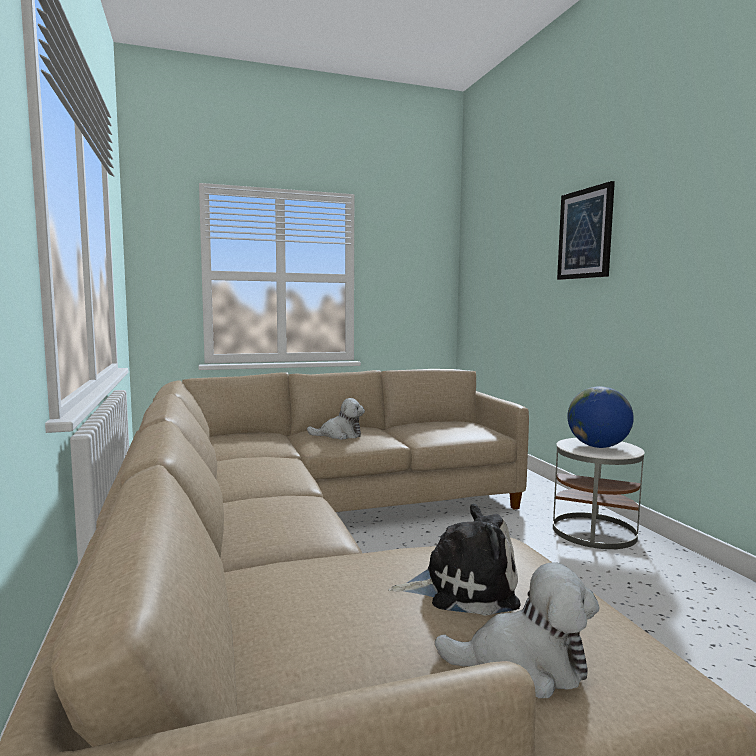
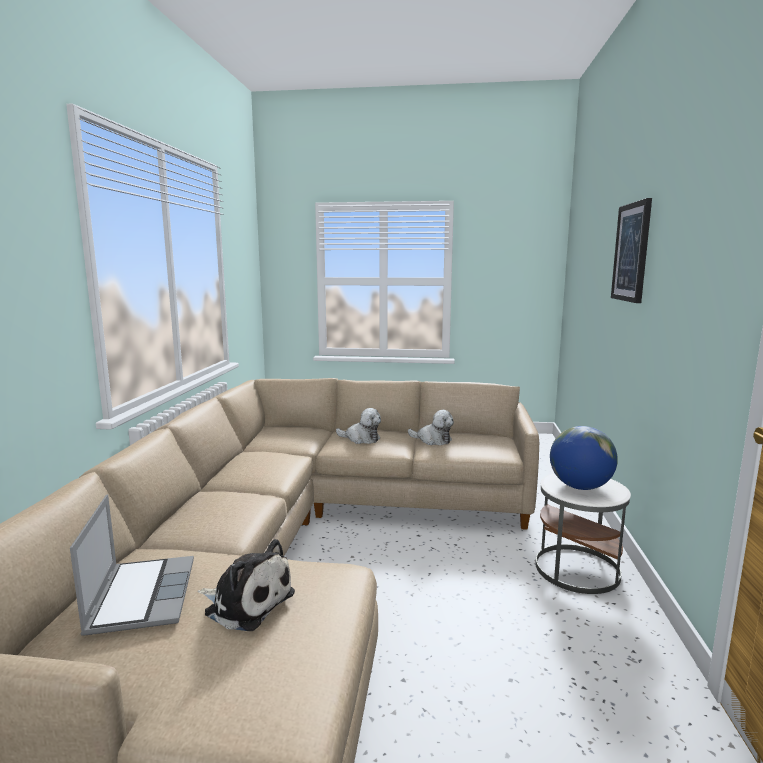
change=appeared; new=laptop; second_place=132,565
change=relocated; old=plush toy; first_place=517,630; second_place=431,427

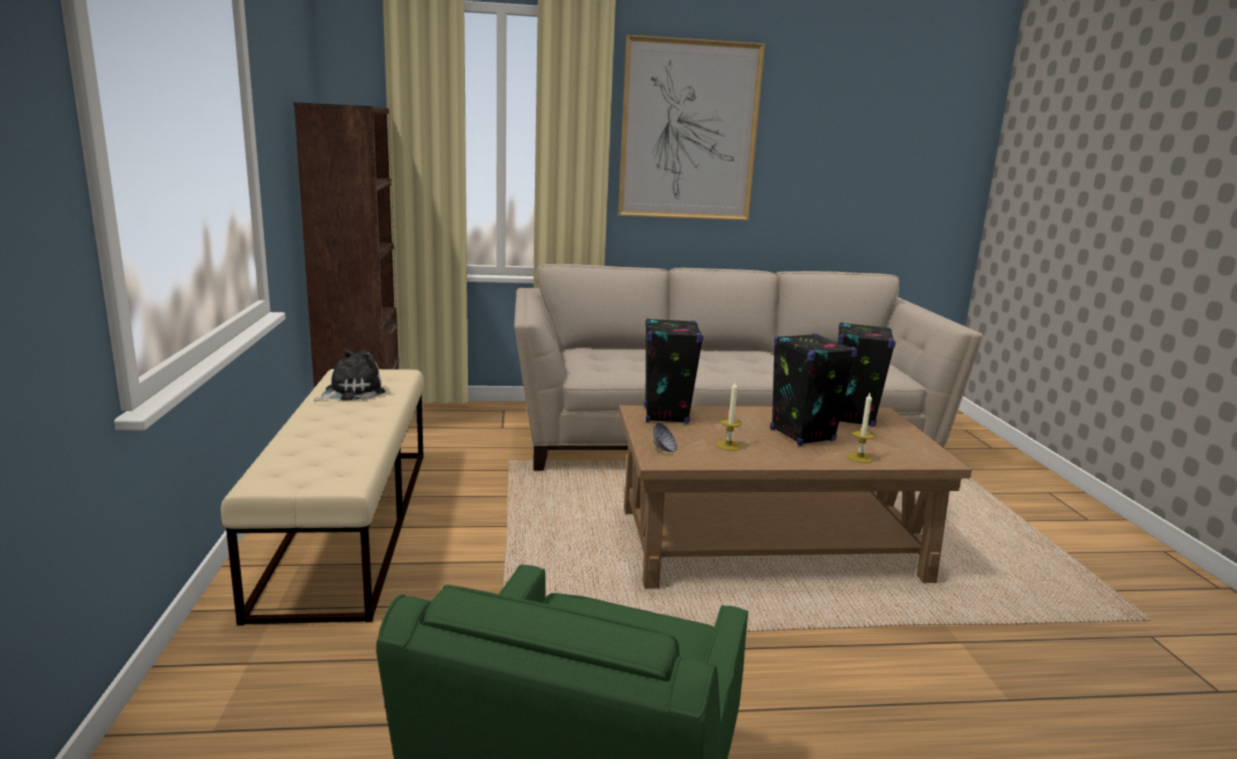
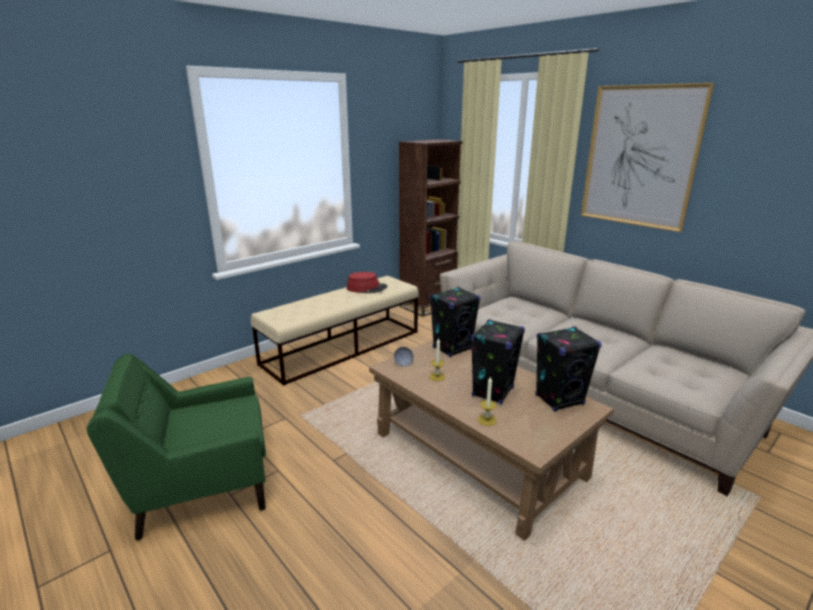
change=exchanged; old=plush toy; new=red hat; first_place=349,375; second_place=367,282

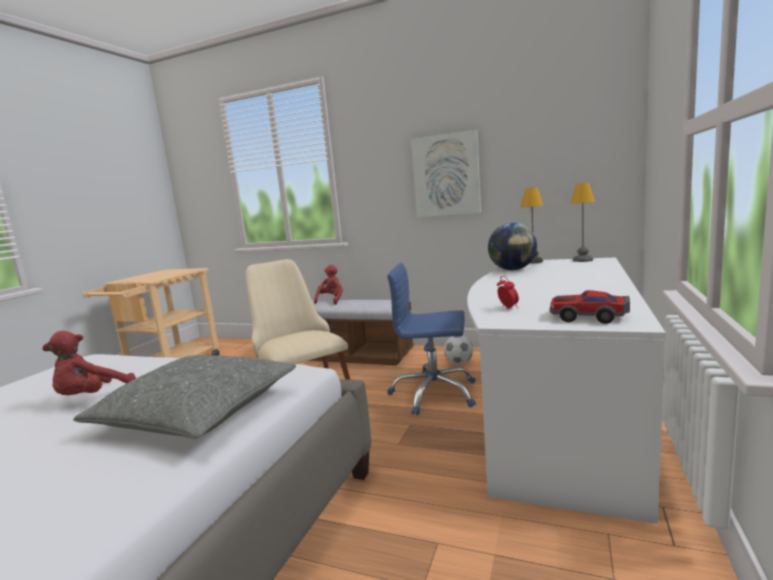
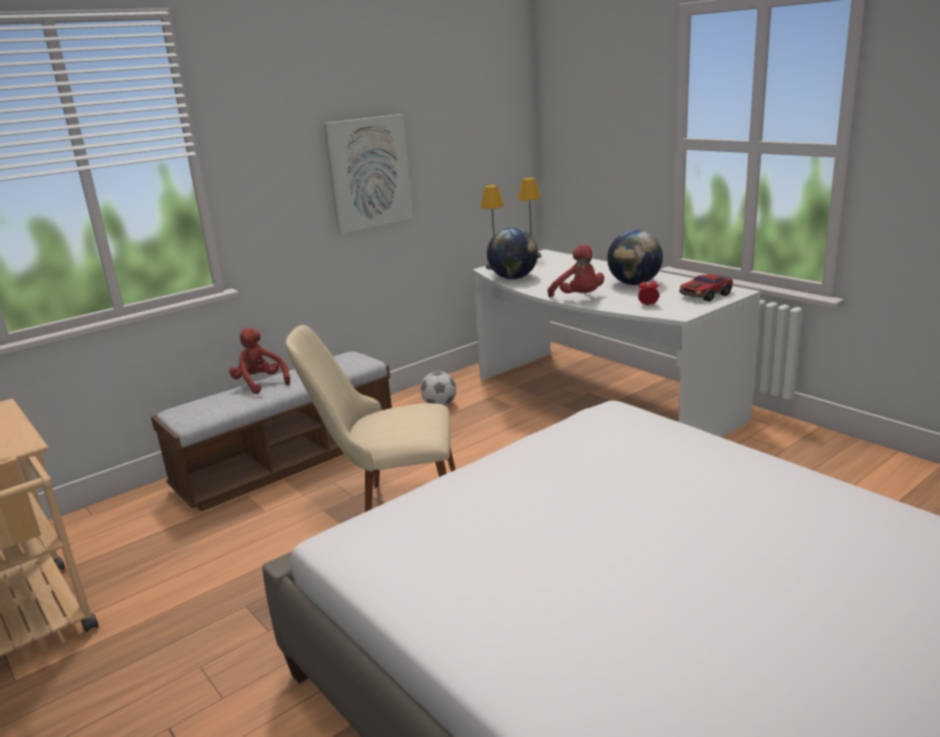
change=missing; old=grey pillow; first_place=184,397
change=missing; old=blue office chair; first_place=431,339
change=appeared; new=globe; second_place=635,257
change=relocated; old=red plush toy; first_place=89,363; second_place=576,270

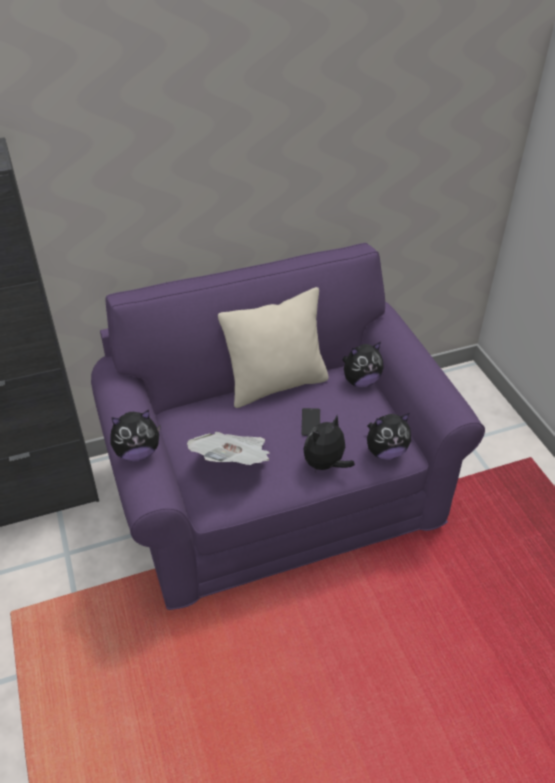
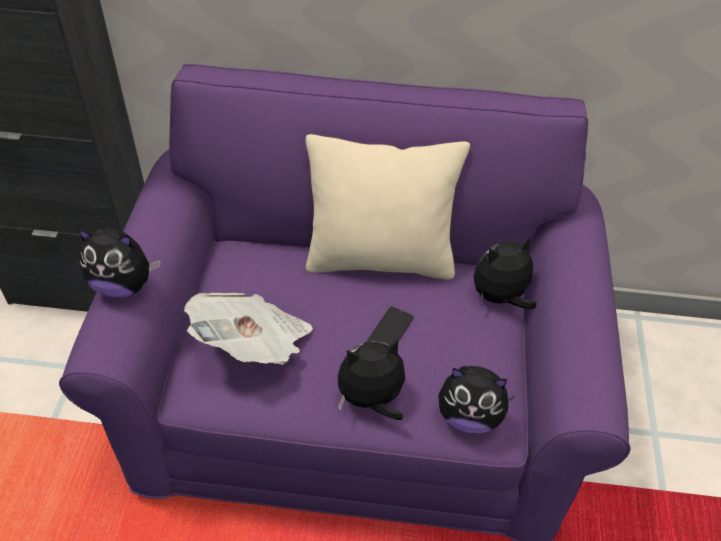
change=spun; old=plush toy; first_place=362,364; second_place=505,272; degrees=150

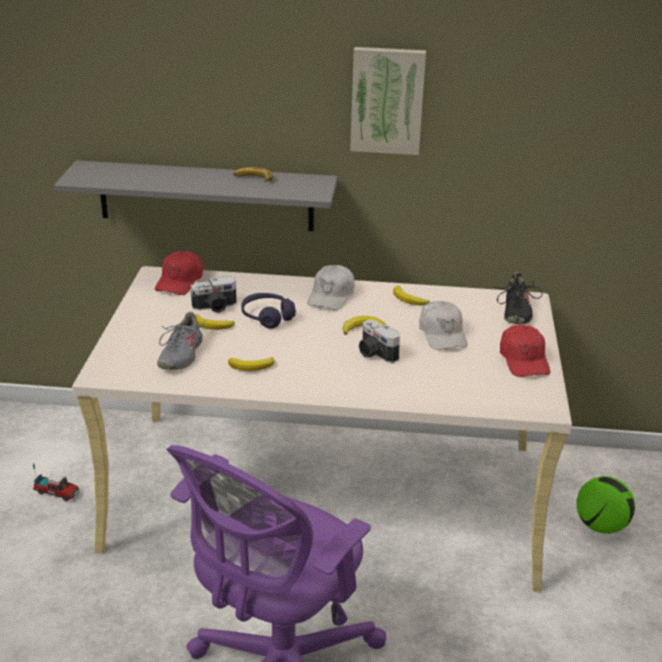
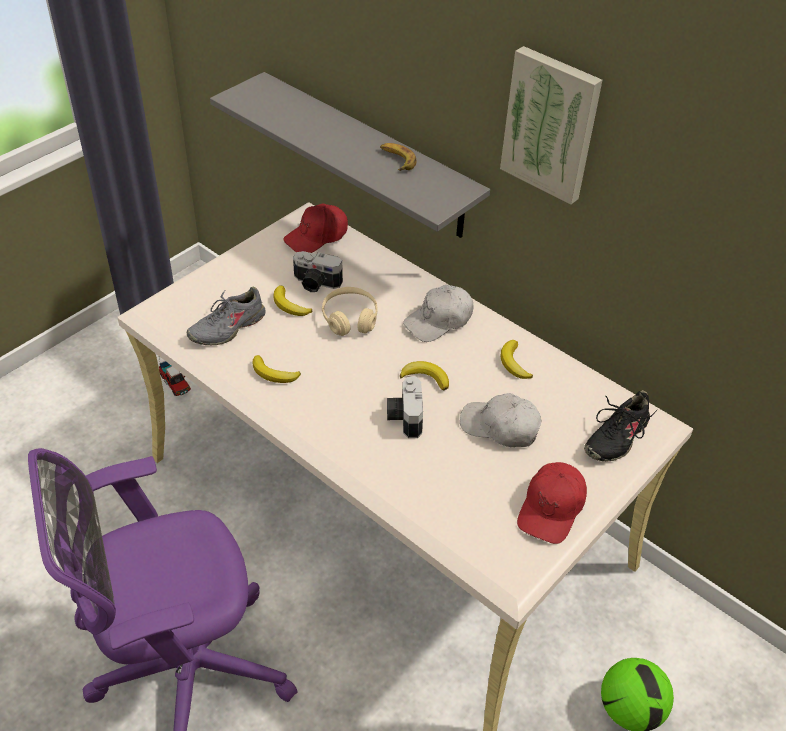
change=colour; old=purple headphones; new=beige headphones; first_place=268,311; second_place=349,311
change=spun; old=white cap; first_place=443,325; second_place=501,420; degrees=90

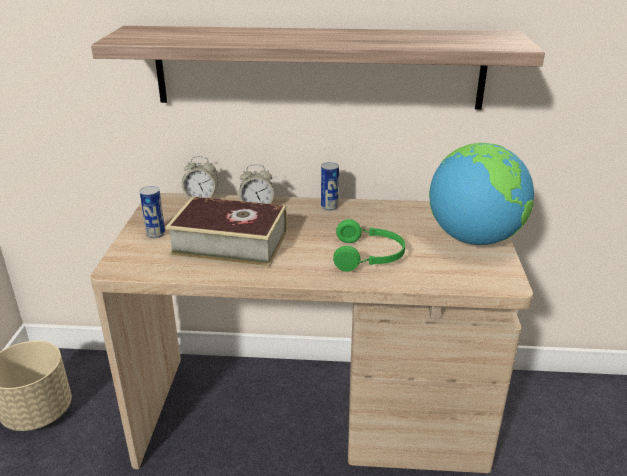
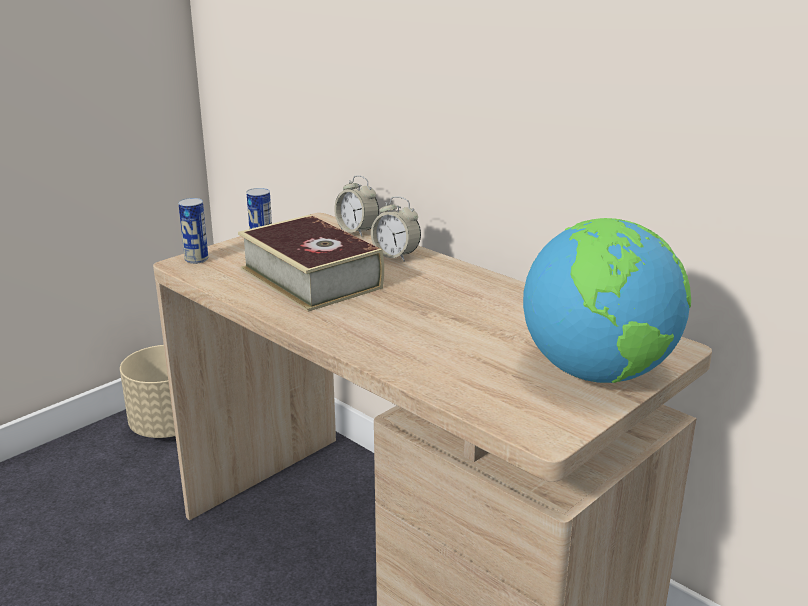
change=missing; old=shelf; first_place=318,68
change=missing; old=green headphones; first_place=369,245
change=relocated; old=can; first_place=330,186; second_place=193,231

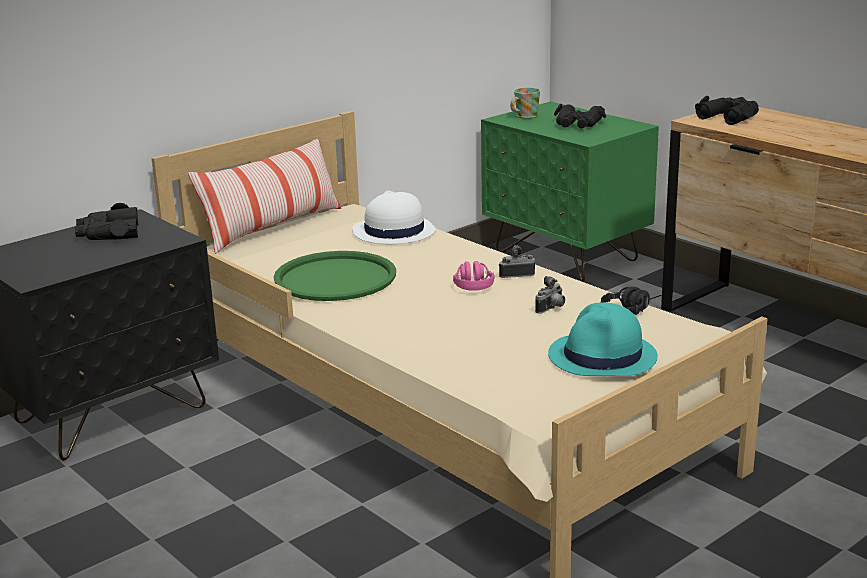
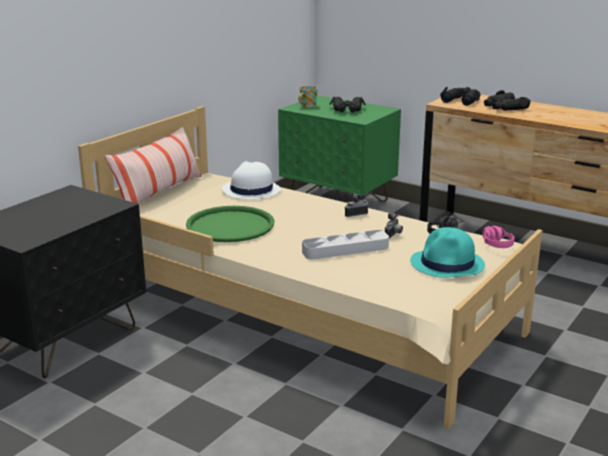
change=appeared; new=grey tray; second_place=345,245
change=relocated; old=black binoculars; first_place=106,221; second_place=507,100
change=relocated; old=pink headphones; first_place=473,276; second_place=498,237

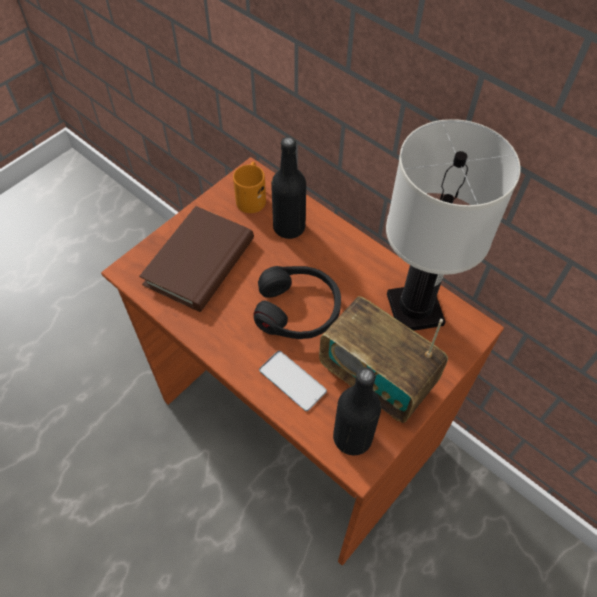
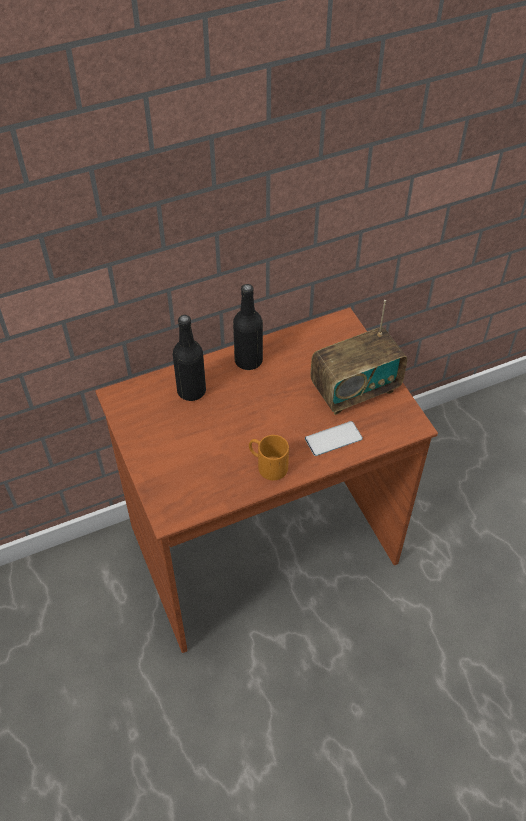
change=missing; old=brown book; first_place=196,259
change=missing; old=black headphones; first_place=297,302
change=missing; old=white table lamp; first_place=453,225
change=relocated; old=orange mug; first_place=249,187; second_place=269,457
change=relocated; old=black bottle; first_place=357,411; second_place=248,327

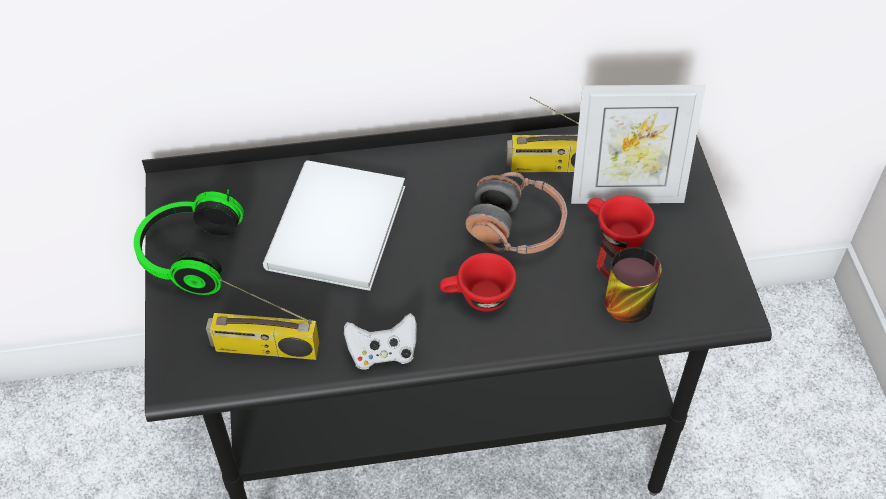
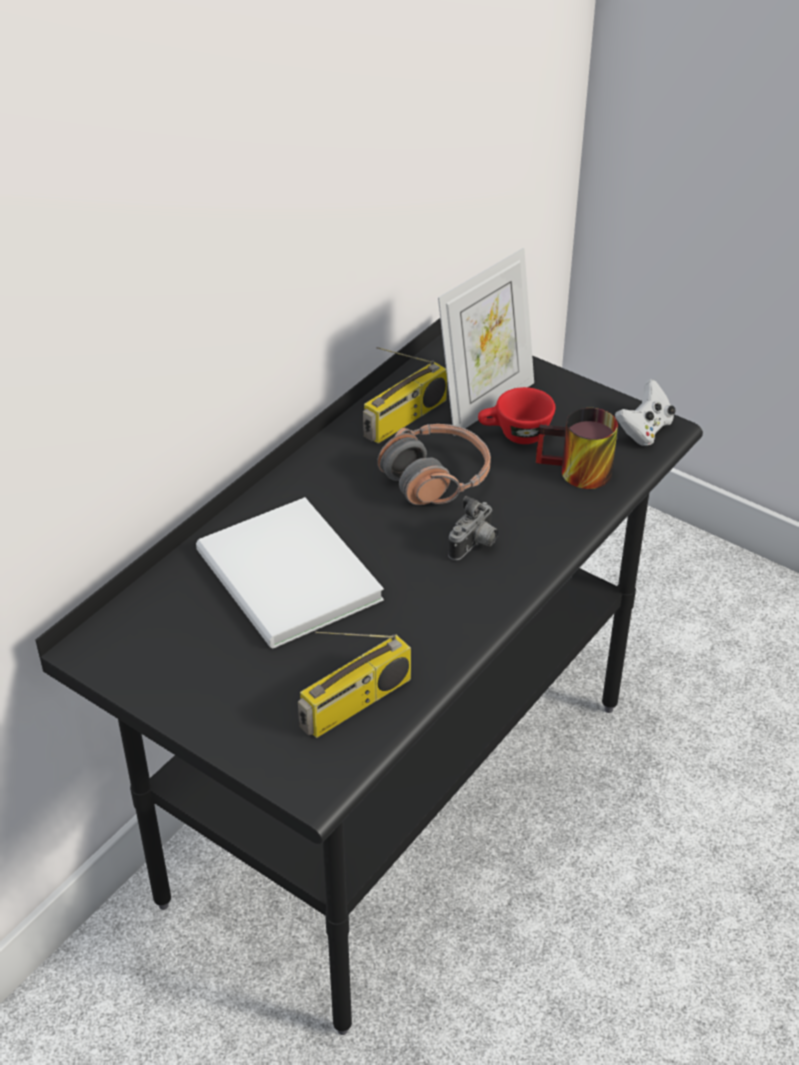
change=missing; old=headphones; first_place=189,242
change=relocated; old=white game controller; first_place=380,341; second_place=645,412
change=exchanged; old=red cup; new=photo camera; first_place=478,282; second_place=473,528

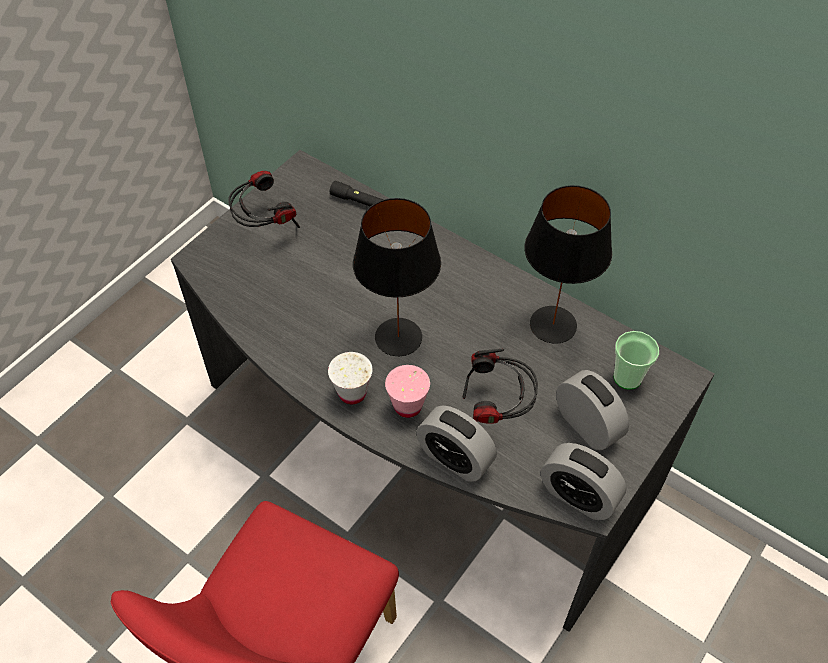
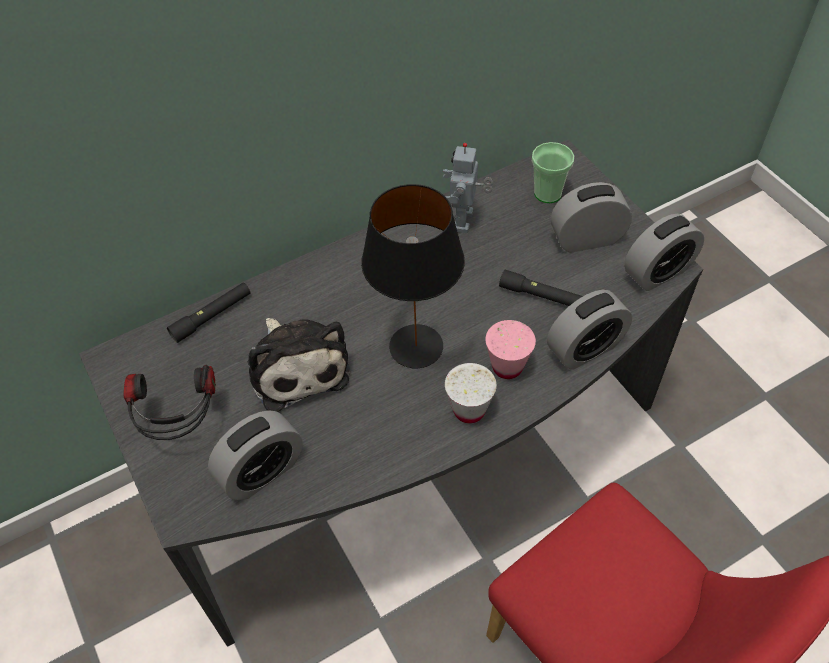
change=appeared; new=alarm clock; second_place=255,455
change=appeared; new=plush toy; second_place=298,365
change=exchanged; old=headphones; new=black flashlight; first_place=500,386; second_place=541,288
change=exchanged; old=black table lamp; new=toy robot; first_place=568,264; second_place=468,188

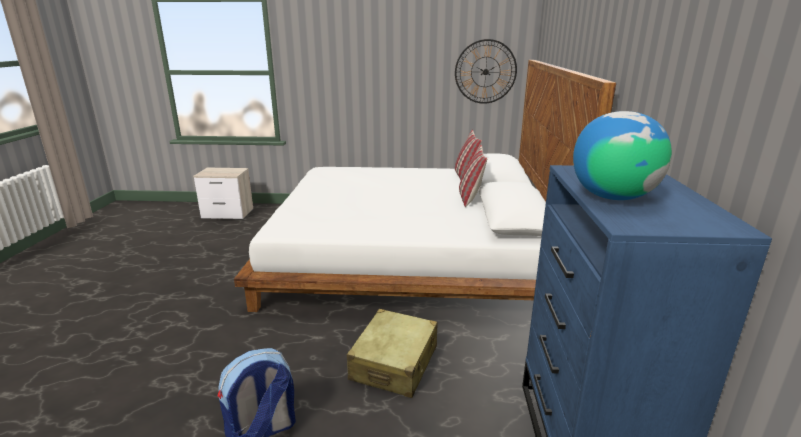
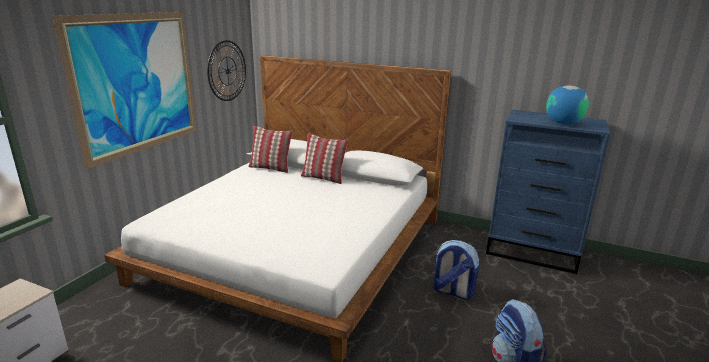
change=appeared; new=picture; second_place=125,90
change=exchanged; old=beige suitcase; new=backpack; first_place=392,353; second_place=456,270

